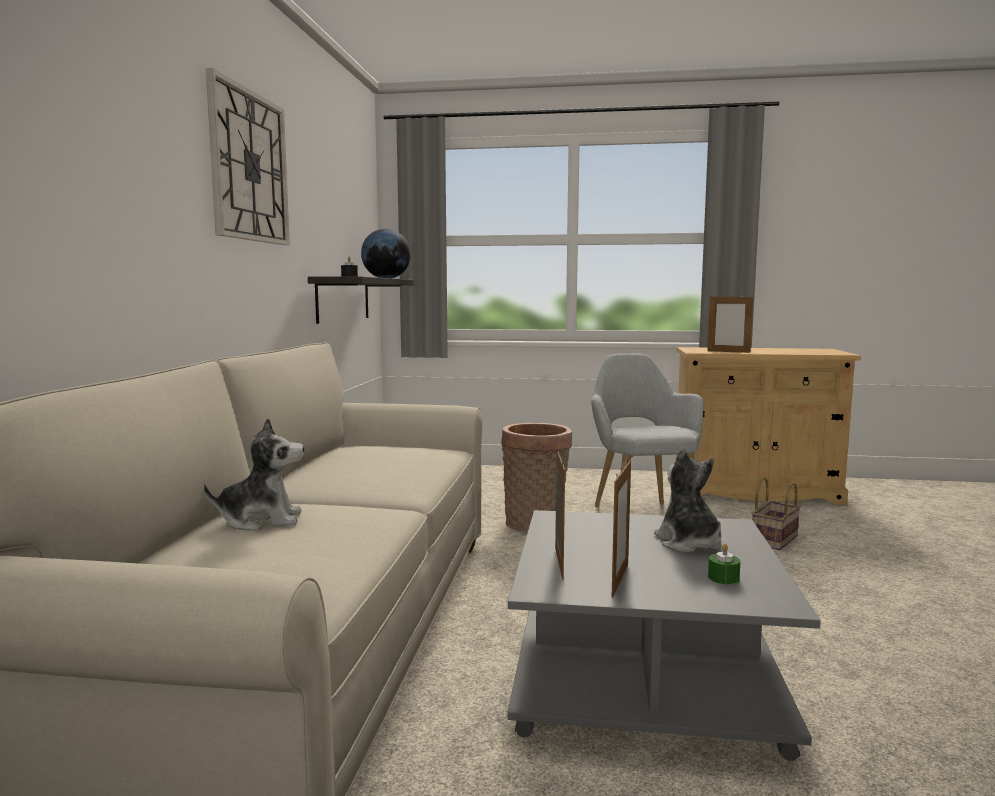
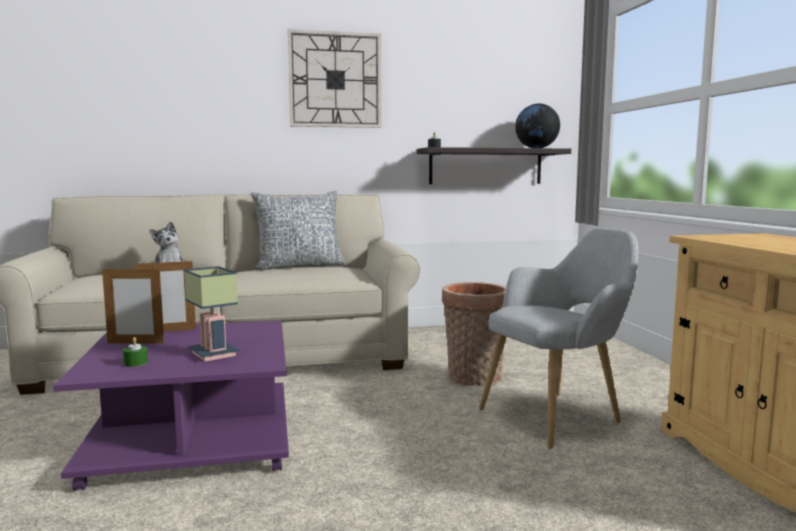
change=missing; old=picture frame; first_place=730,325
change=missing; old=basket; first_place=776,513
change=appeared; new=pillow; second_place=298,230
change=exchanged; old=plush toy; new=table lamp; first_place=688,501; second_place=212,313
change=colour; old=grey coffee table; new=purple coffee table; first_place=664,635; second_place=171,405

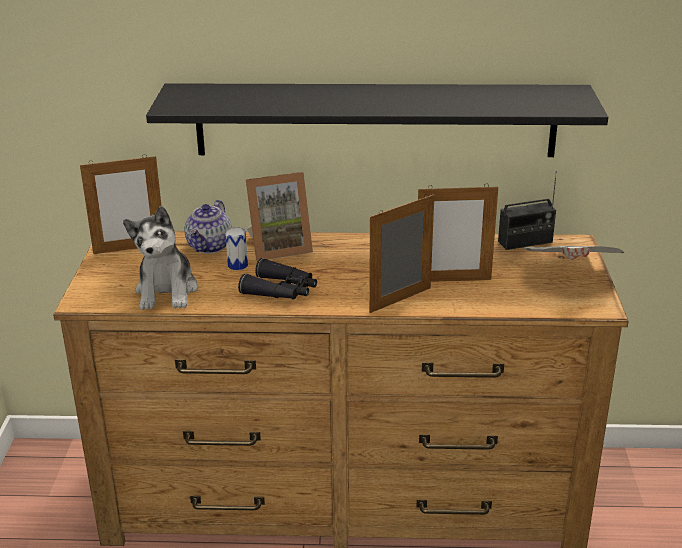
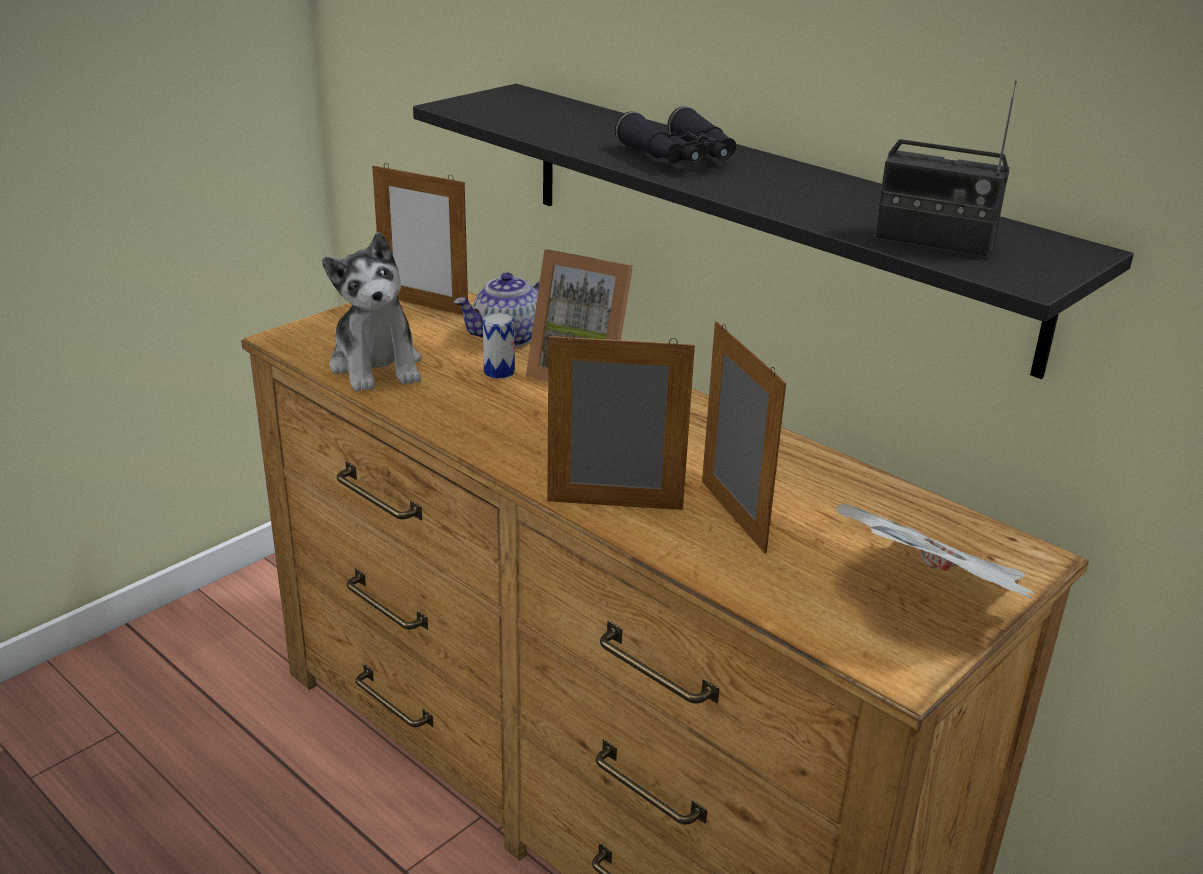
change=relocated; old=black binoculars; first_place=277,279; second_place=675,135
change=relocated; old=radio; first_place=527,210; second_place=945,169
change=spun; old=plush toy; first_place=160,258; second_place=372,312; degrees=-60
change=spun; old=picture frame; first_place=458,233; second_place=744,437; degrees=-150

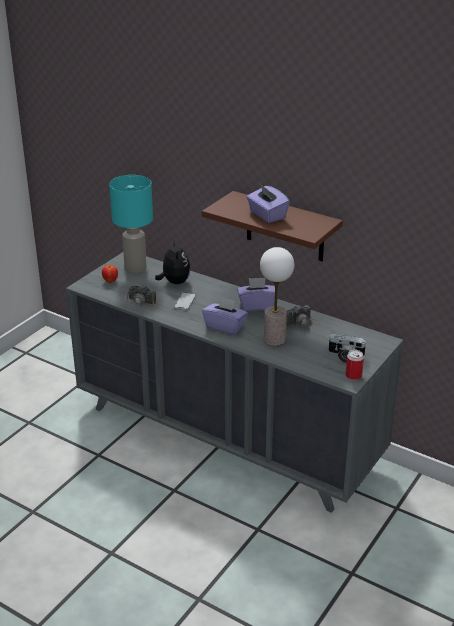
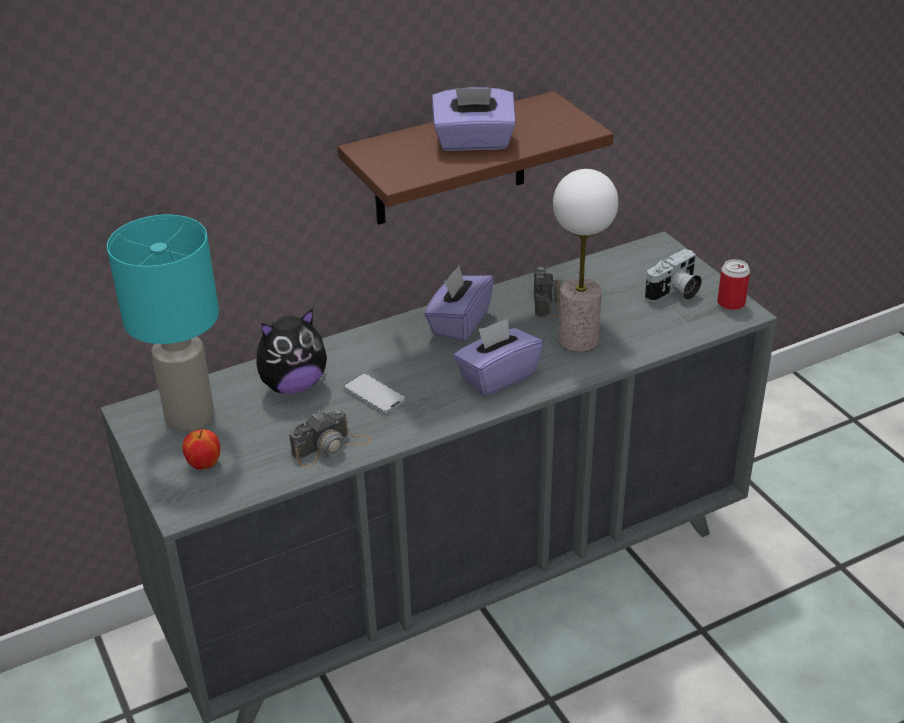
change=spun; old=plush toy; first_place=172,262; second_place=291,351; degrees=135

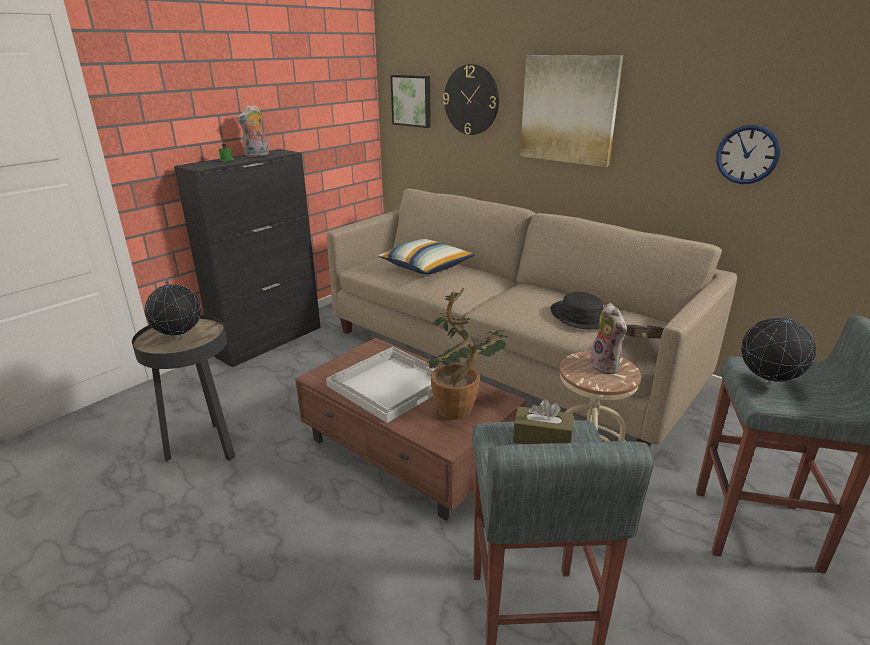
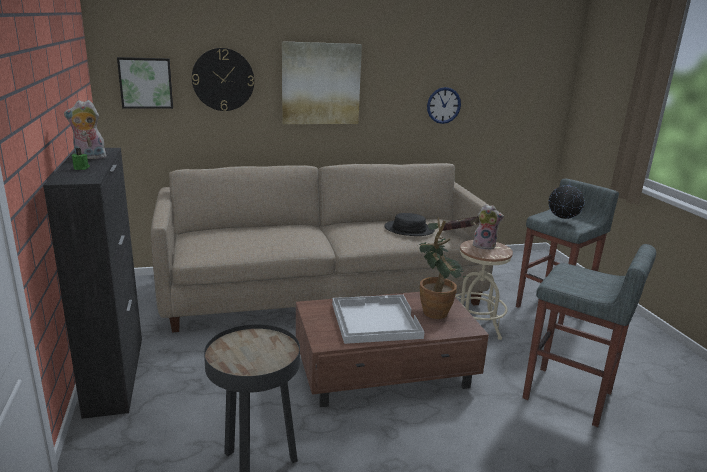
change=missing; old=globe; first_place=173,309
change=missing; old=pillow; first_place=426,256
change=missing; old=brown tissue box; first_place=543,421
change=spun; old=plush toy; first_place=252,131; second_place=85,129; degrees=90

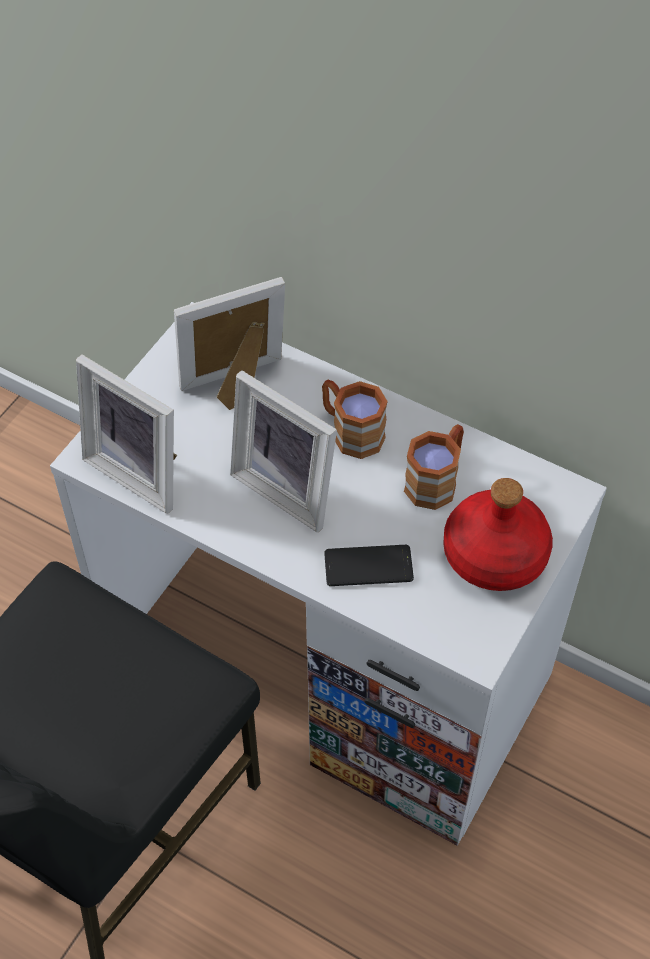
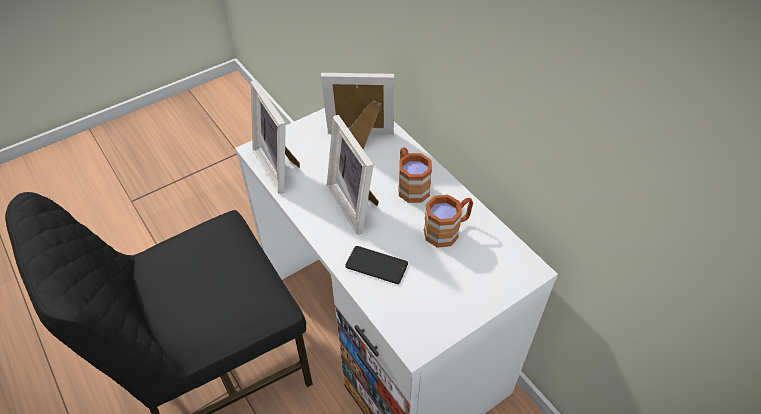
change=missing; old=red bottle; first_place=498,534

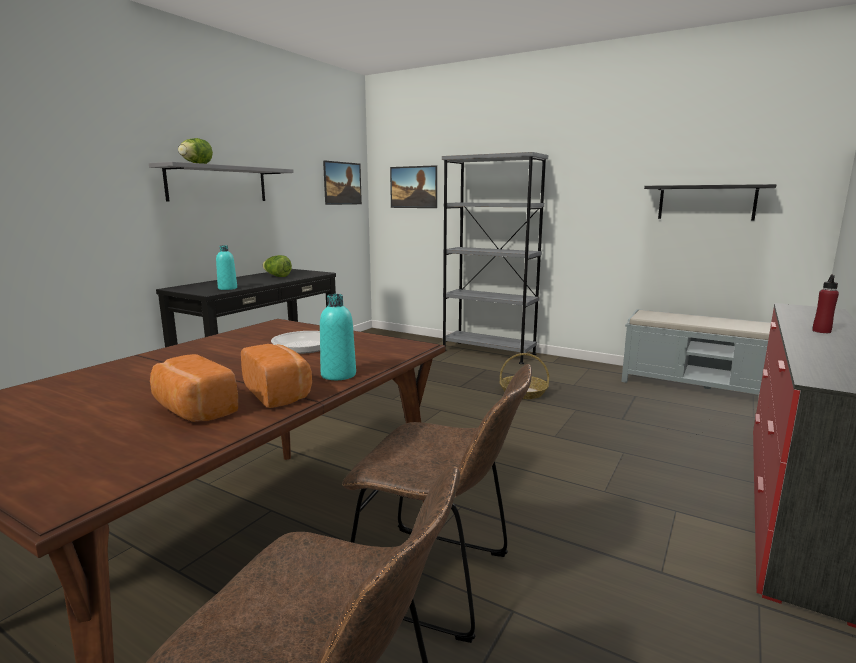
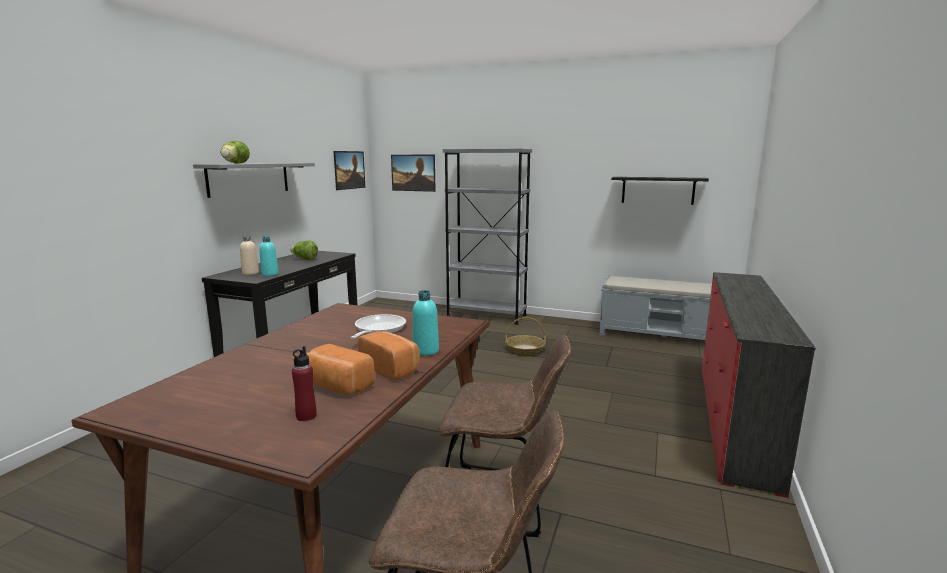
change=appeared; new=beige bottle; second_place=249,255
change=relocated; old=red bottle; first_place=825,303; second_place=304,383

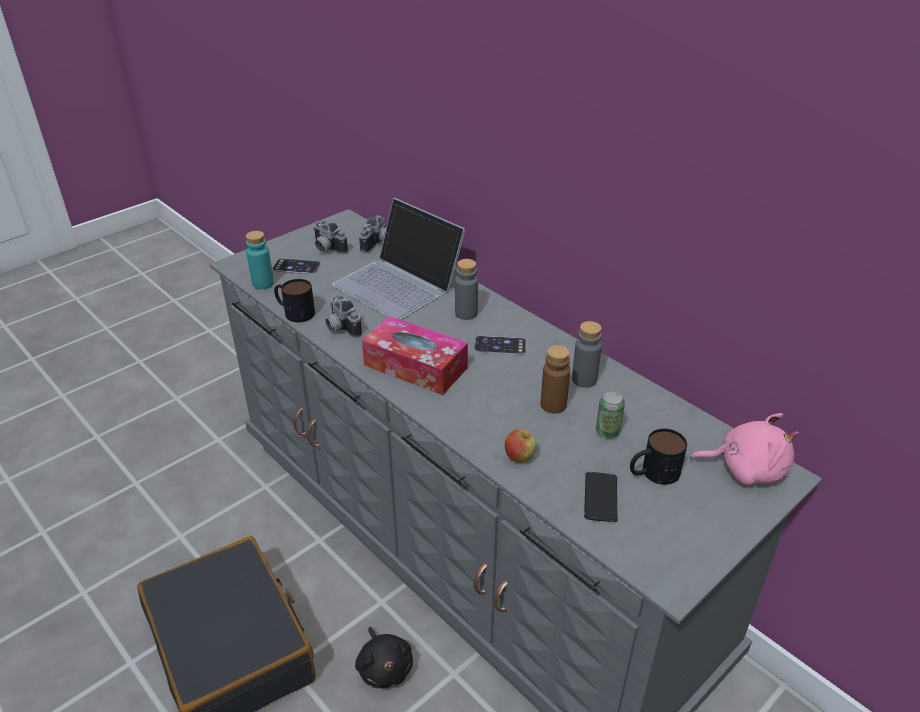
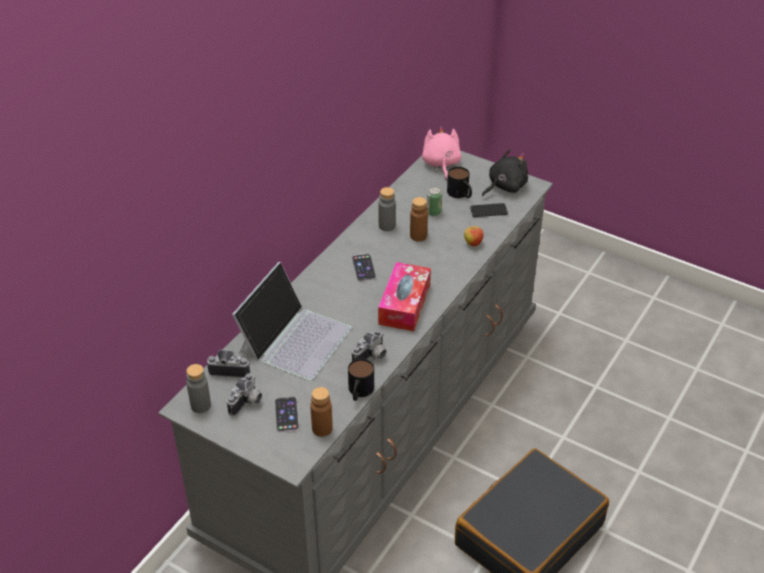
change=relocated; old=black plush toy; first_place=384,657; second_place=505,172
change=relocated; old=grey bottle; first_place=466,289; second_place=198,388
change=colour; old=turquoise bottle; new=brown bottle; first_place=260,260; second_place=321,412

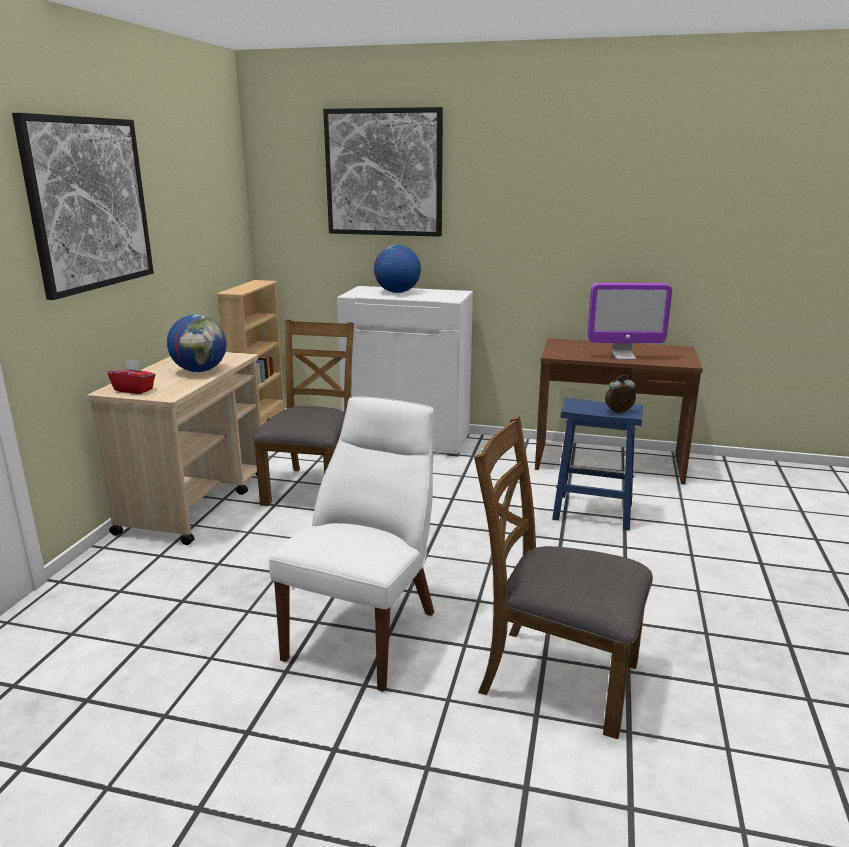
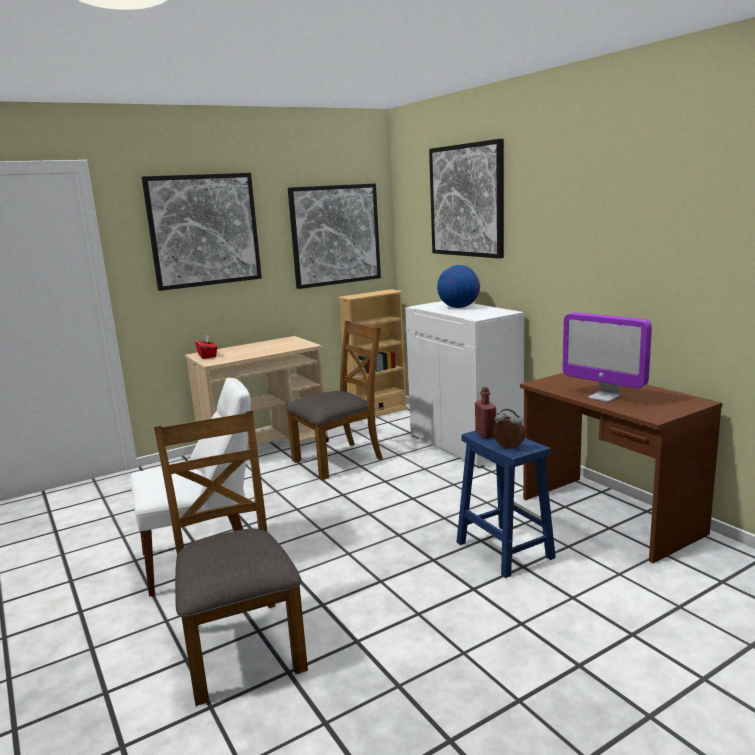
change=missing; old=globe; first_place=197,343
change=appeared; new=picture; second_place=334,236
change=appeared; new=red bottle; second_place=485,412

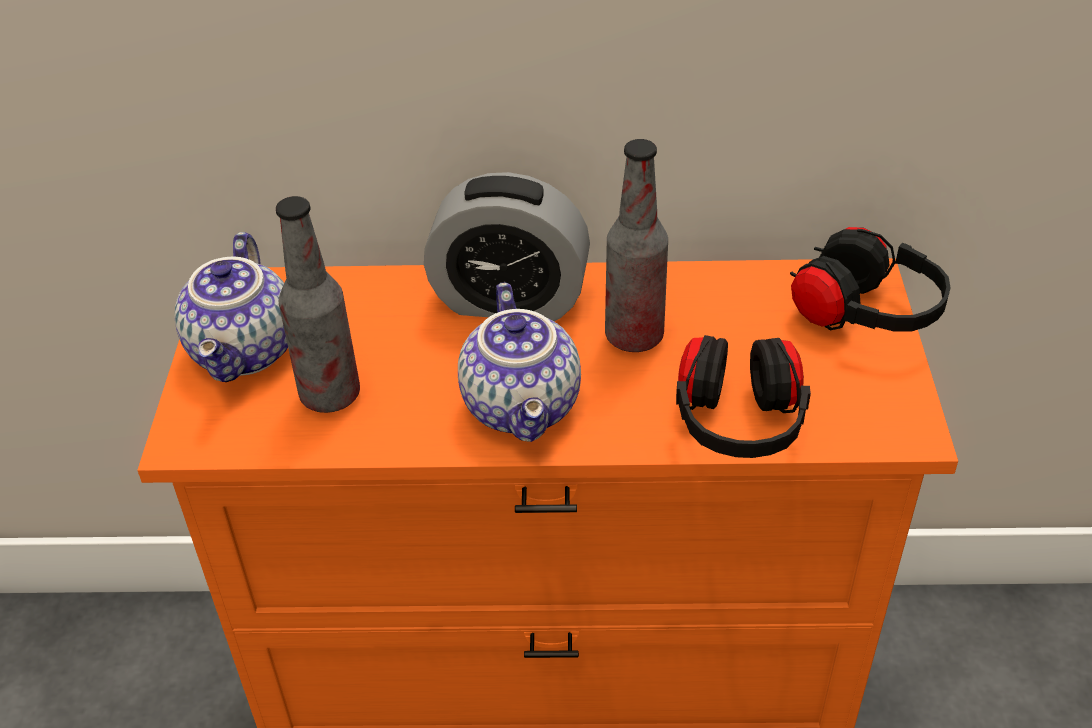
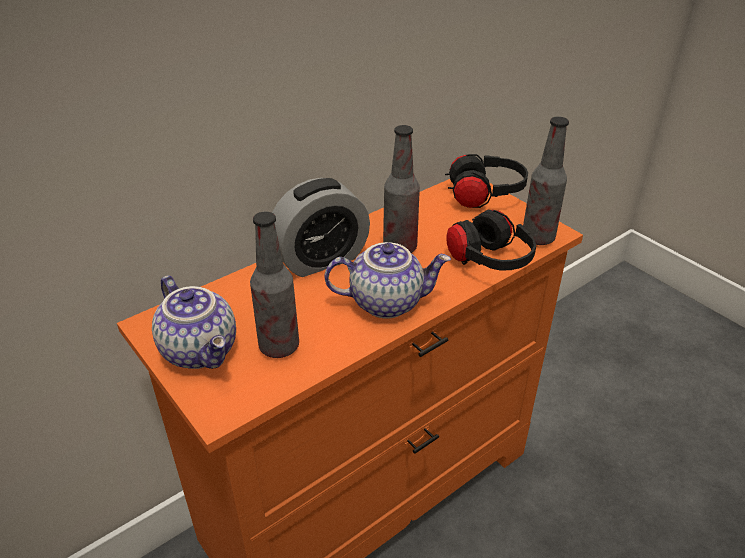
change=appeared; new=bottle; second_place=546,180
change=spun; old=teapot; first_place=519,362; second_place=387,280; degrees=-45

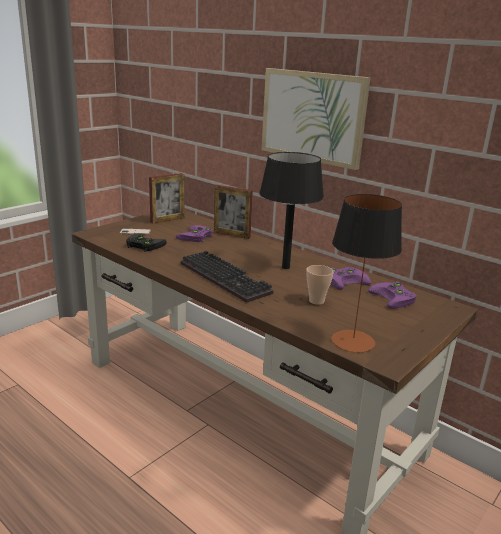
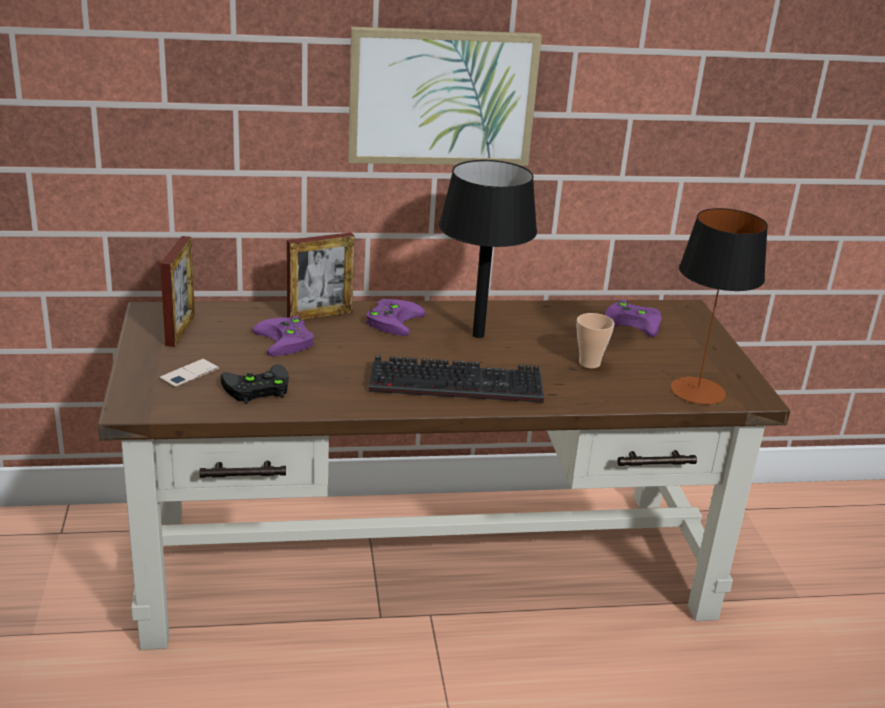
change=relocated; old=purple game controller; first_place=351,278; second_place=396,317

